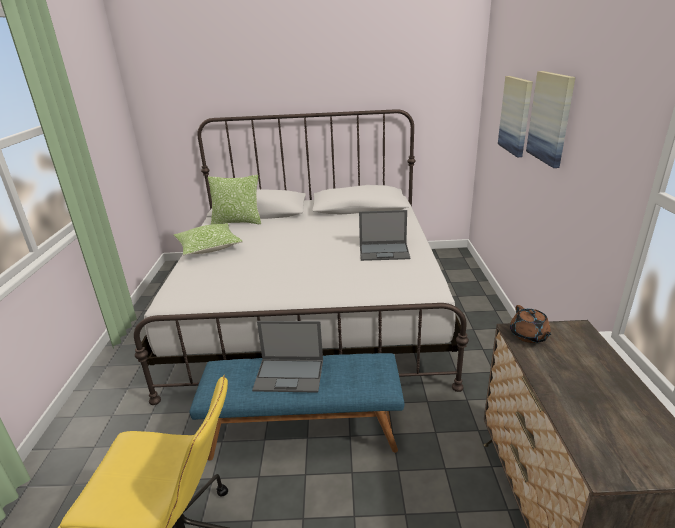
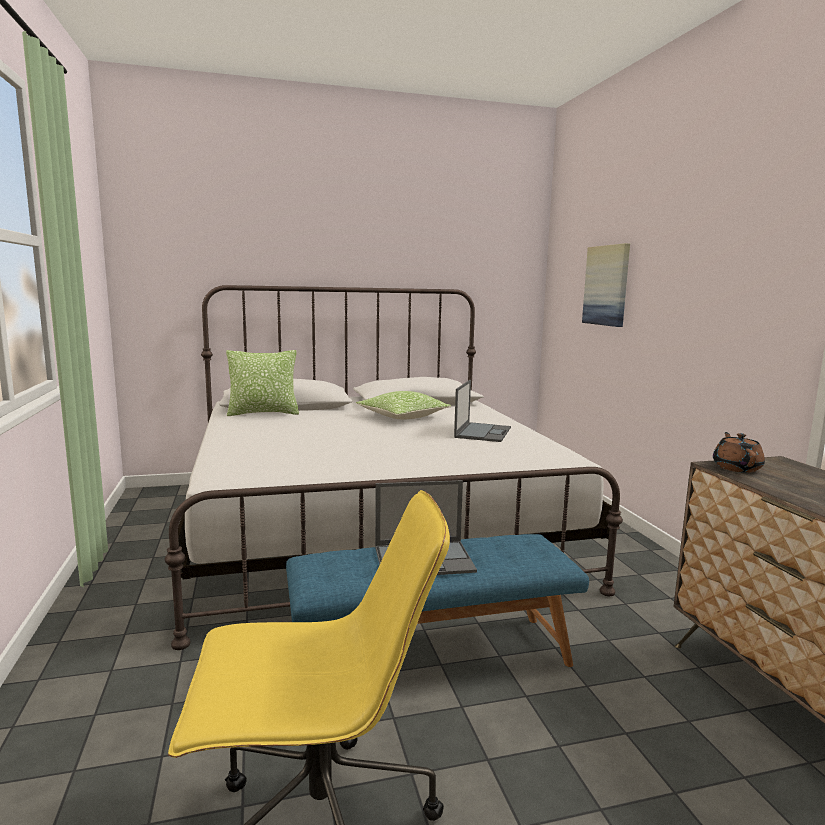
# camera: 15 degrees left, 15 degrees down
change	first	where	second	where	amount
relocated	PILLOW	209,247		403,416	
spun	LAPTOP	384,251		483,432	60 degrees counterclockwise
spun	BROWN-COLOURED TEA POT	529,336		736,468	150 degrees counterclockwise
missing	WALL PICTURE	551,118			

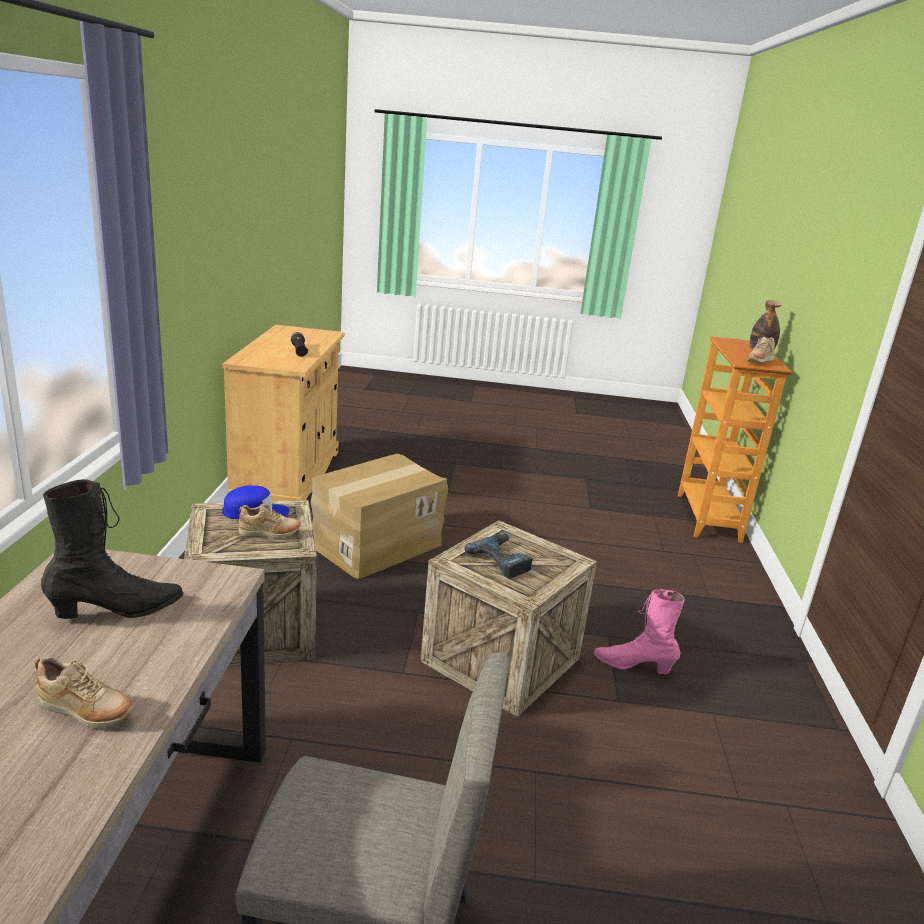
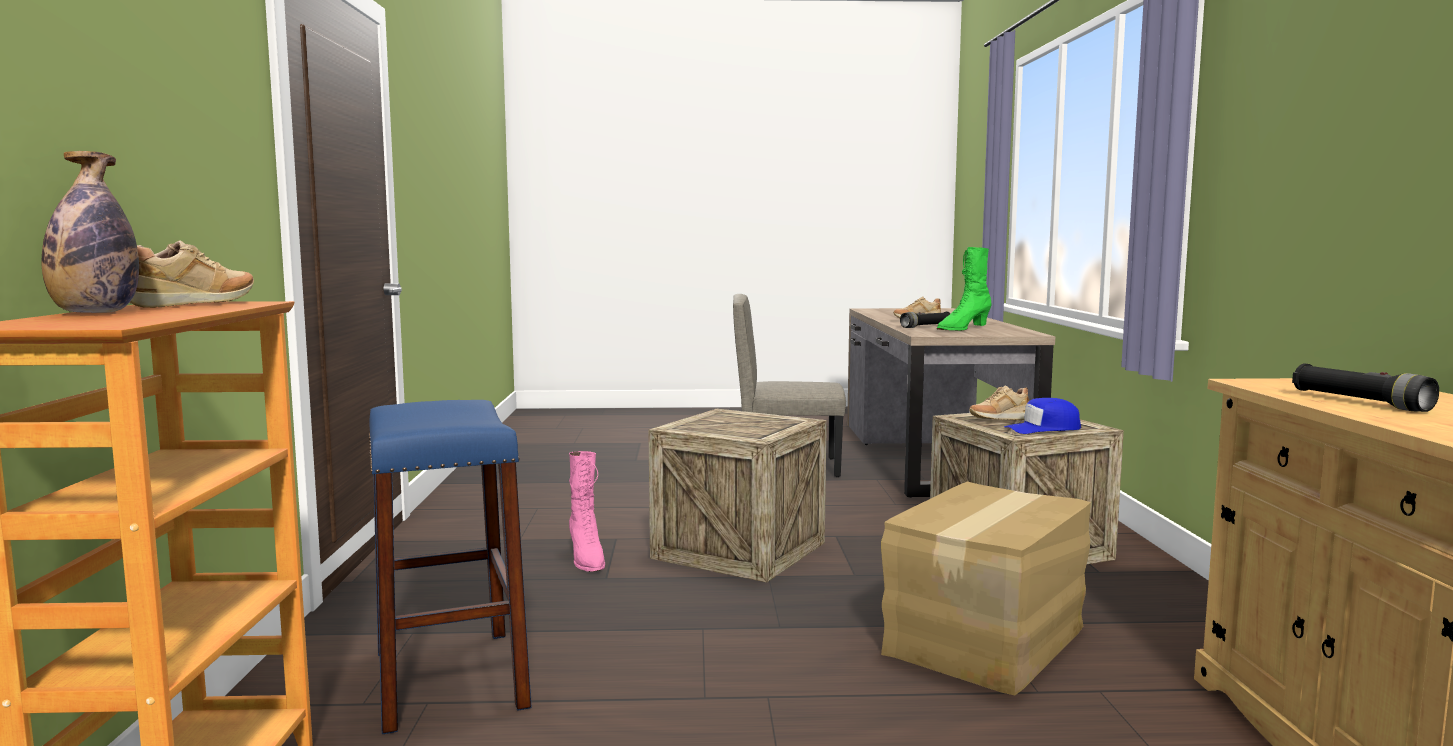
# camera: 175 degrees right, 15 degrees down
change	first	where	second	where	amount
colour	BLACK-COLOURED HIGH-TOP BOOT	117,610	GREENISH HIGH-TOP BOOT	962,329	
missing	DRILL	503,559			
spun	PINK HIGH-TOP BOOT	633,665		586,559	60 degrees clockwise
appeared			BLUE STOOL SEAT	450,678	
appeared			BLACK-COLOURED TORCH	926,327	

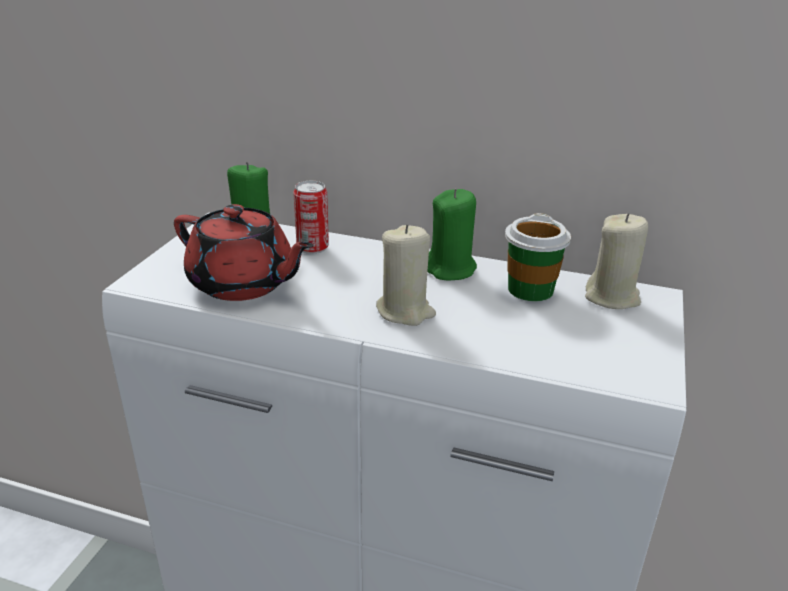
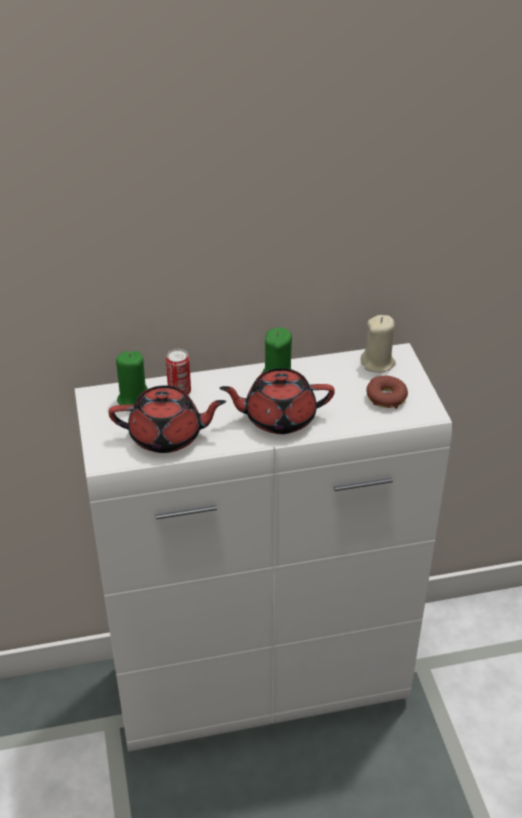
# camera: 30 degrees left, 10 degrees up
change	first	where	second	where	amount
exchanged	BEIGE CANDLE	405,311	RED-COLOURED TEA POT	278,417	
missing	DRINKING CUP	530,290			
appeared			DONUT	386,397	

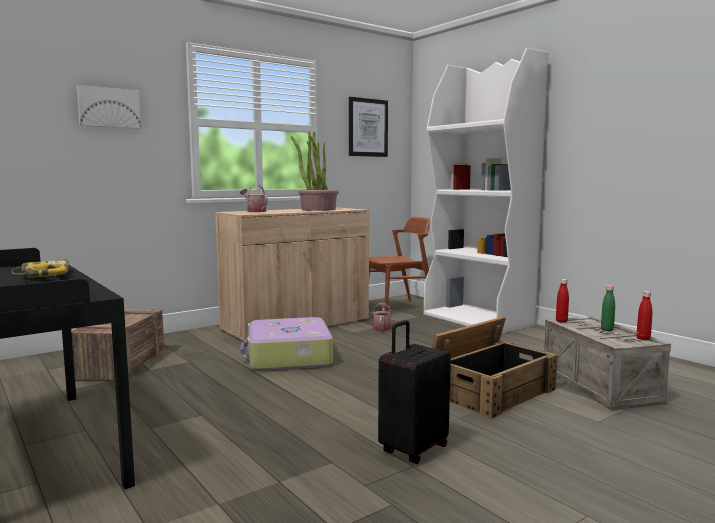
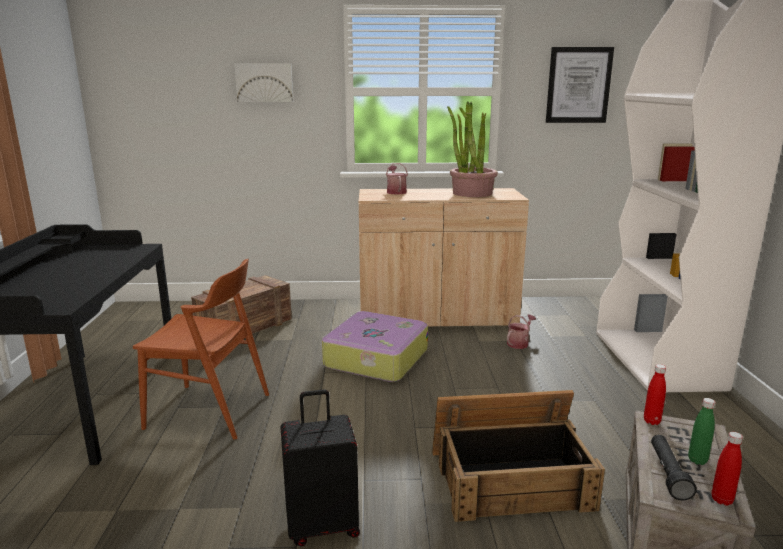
# camera: 35 degrees right, 10 degrees up
change	first	where	second	where	amount
missing	DRILL	44,276			
relocated	BROWN-COLOURED UPRIGHT CHAIR	398,307		209,411	
appeared			BLACK-COLOURED TORCH	668,473	

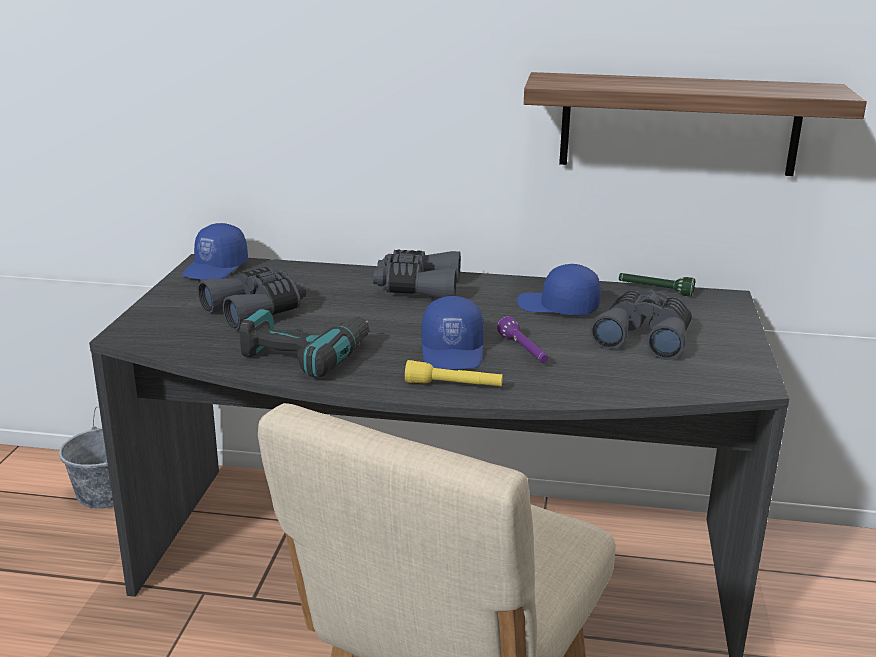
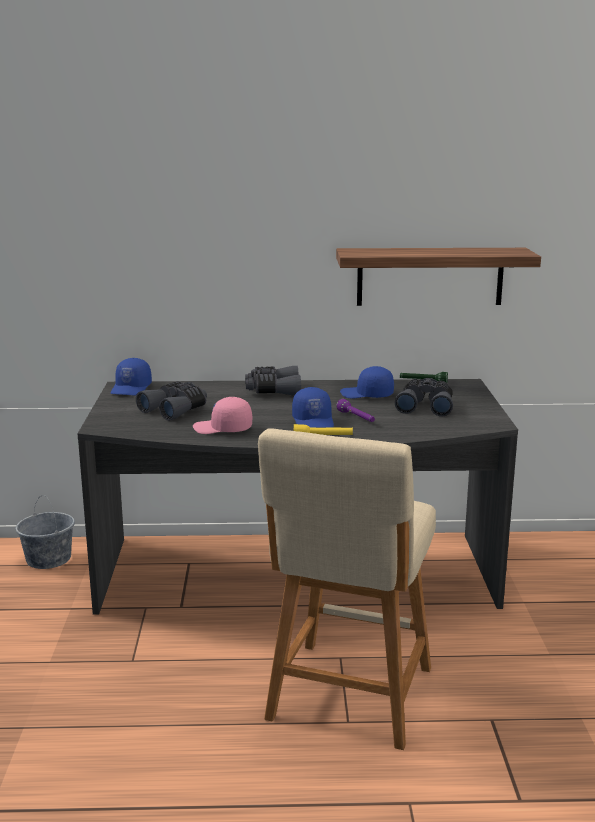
# camera: 10 degrees left, 5 degrees down
change	first	where	second	where	amount
exchanged	DRILL	305,354	PINK BASEBALL CAP	222,429	

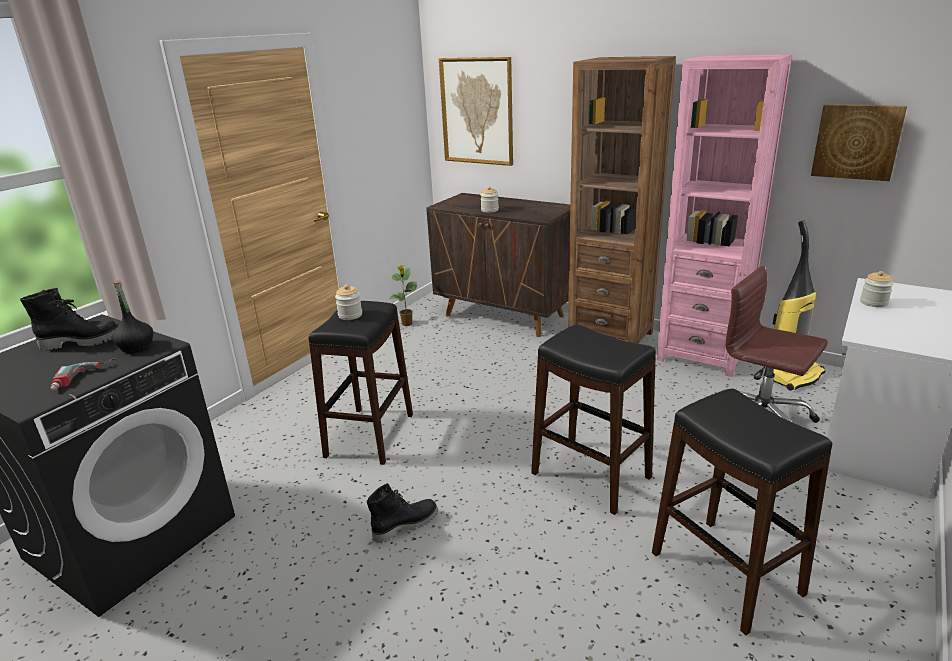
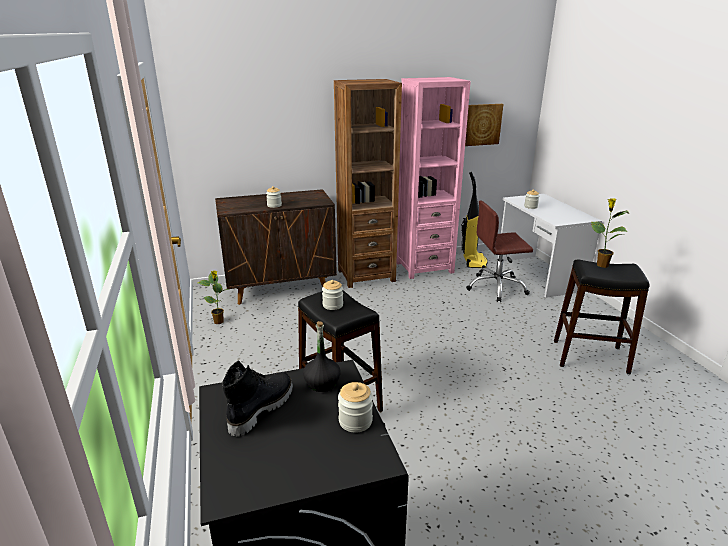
# camera: 50 degrees left, 0 degrees up
change	first	where	second	where	amount
exchanged	DRILL	85,378	PRESERVE JAR	355,421	
missing	BLACK-COLOURED HIGH-TOP BOOT	405,525			
missing	WALL PICTURE	477,111			
missing	BLACK-COLOURED STOOL SEAT	591,475			
appeared			HOUSEPLANT	601,265	

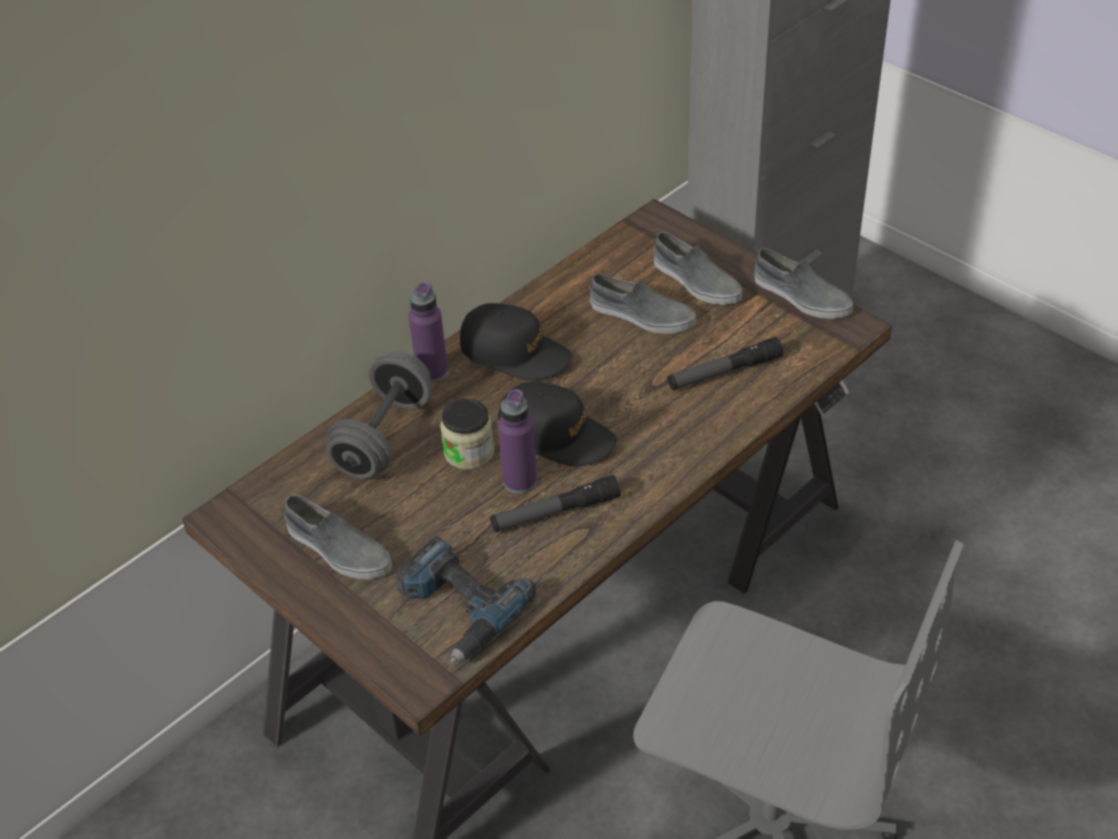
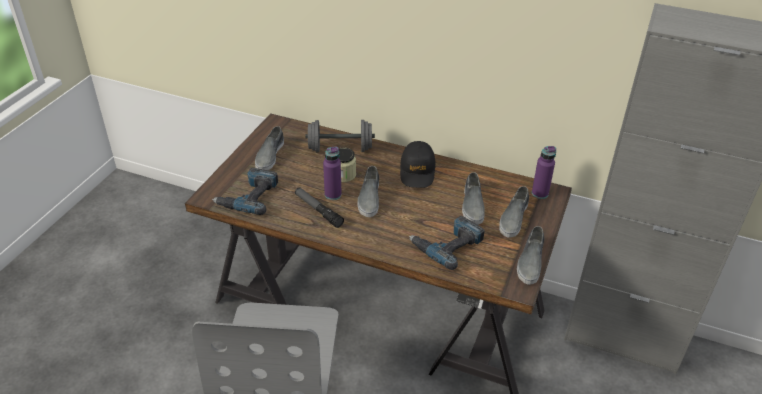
# camera: 65 degrees right, 5 degrees down
change	first	where	second	where	amount
relocated	PURPLE BOTTLE	432,372		540,193	
exchanged	BLACK-COLOURED BASEBALL CAP	556,434	GRAY ITEM OF FOOTWEAR	369,198	
exchanged	TORCH	724,372	DRILL	447,245	

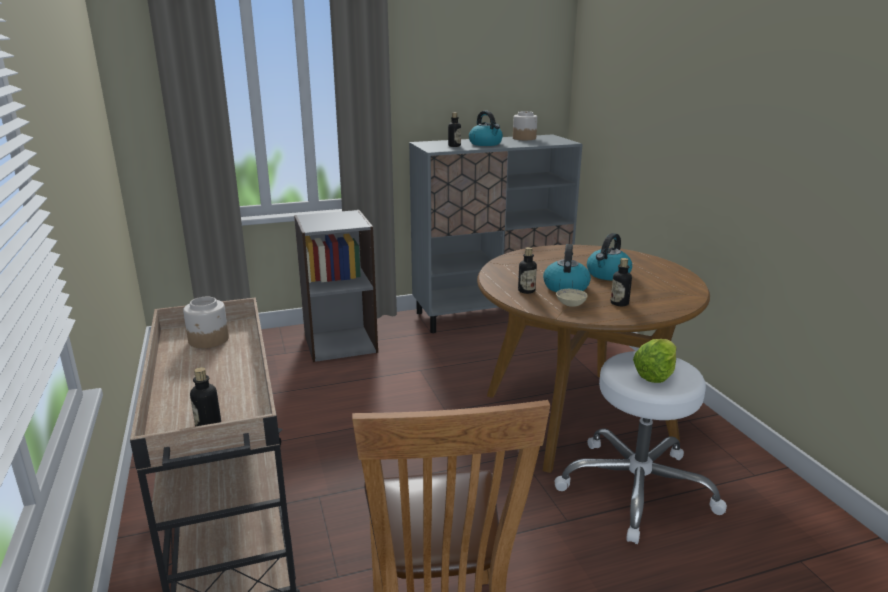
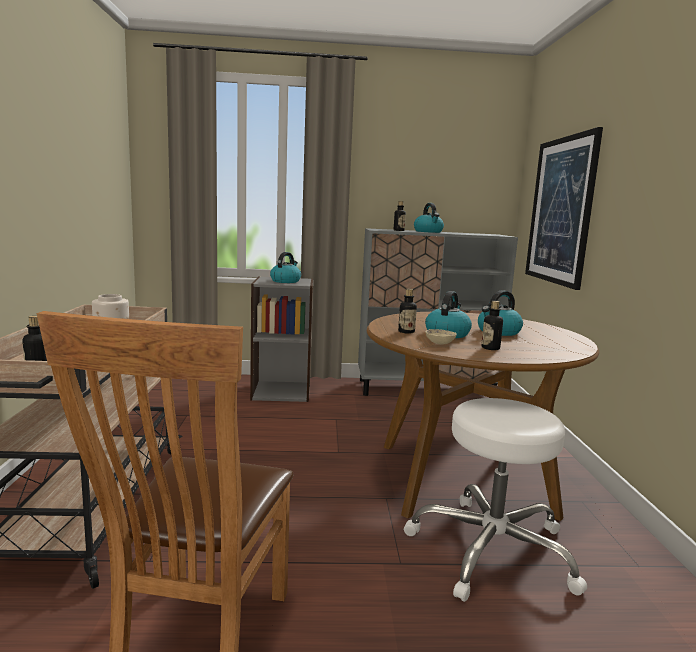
# camera: 15 degrees right, 10 degrees down
change	first	where	second	where	amount
missing	PRESERVE JAR	524,138			
missing	HEAD OF LETTUCE	655,375			
appeared			KETTLE	285,281	
appeared			WALL PICTURE	560,211	

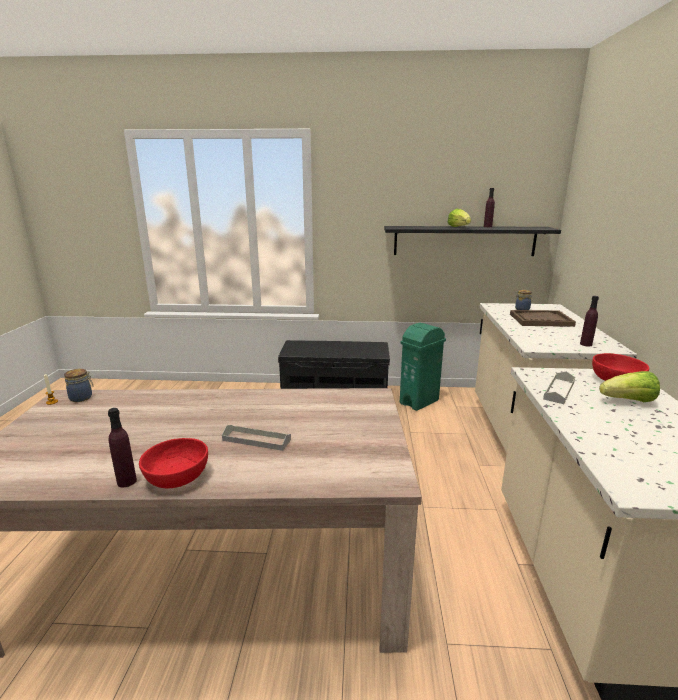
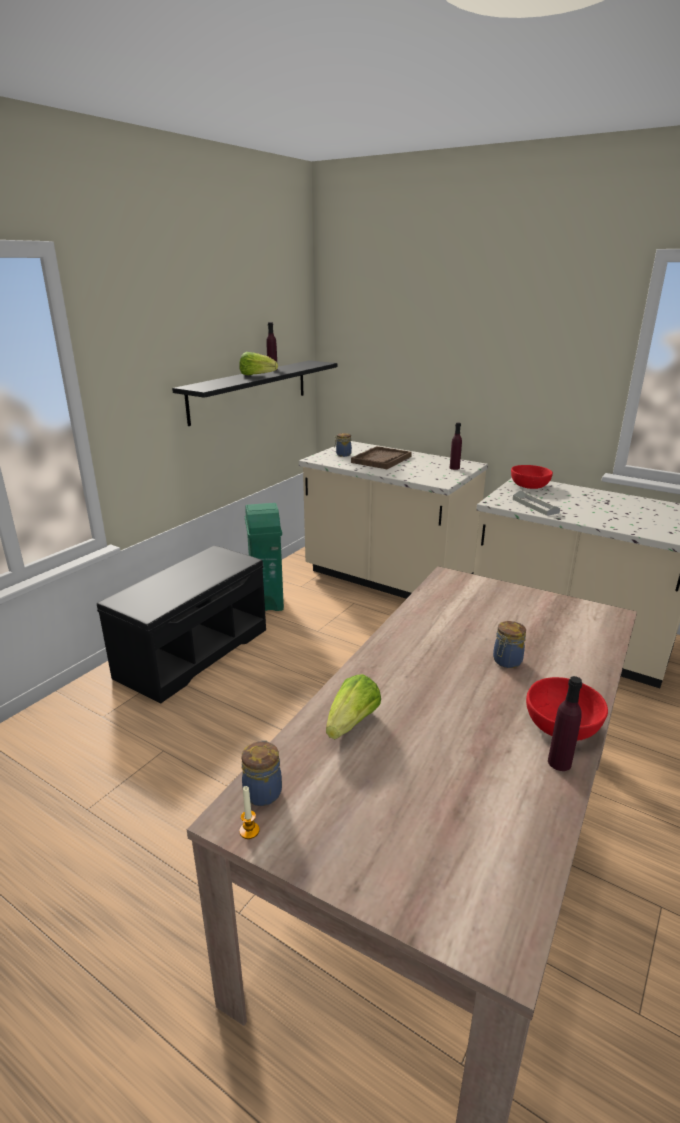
# camera: 60 degrees left, 5 degrees up
change	first	where	second	where	amount
exchanged	GRAY CARRYING TRAY	256,440	PRESERVE JAR	506,661	
relocated	HEAD OF LETTUCE	628,401		352,723	

